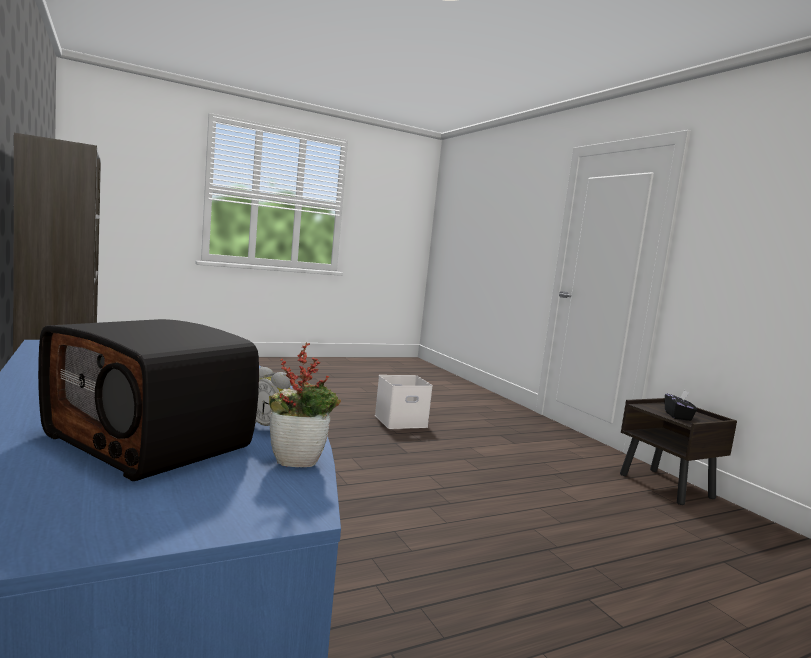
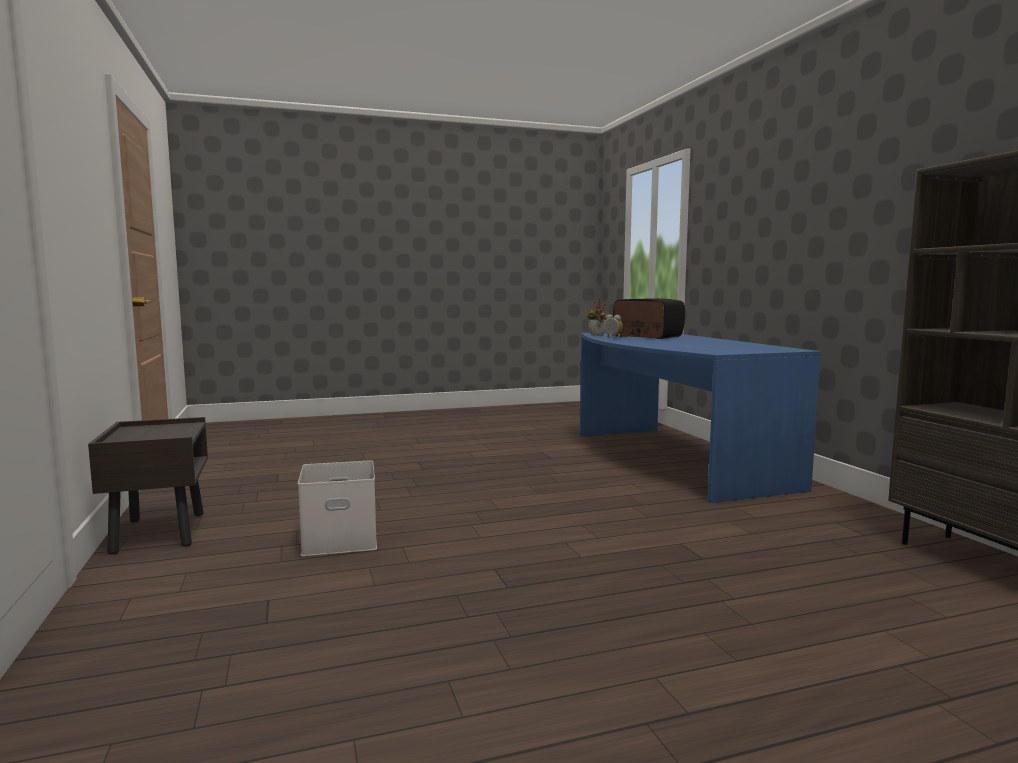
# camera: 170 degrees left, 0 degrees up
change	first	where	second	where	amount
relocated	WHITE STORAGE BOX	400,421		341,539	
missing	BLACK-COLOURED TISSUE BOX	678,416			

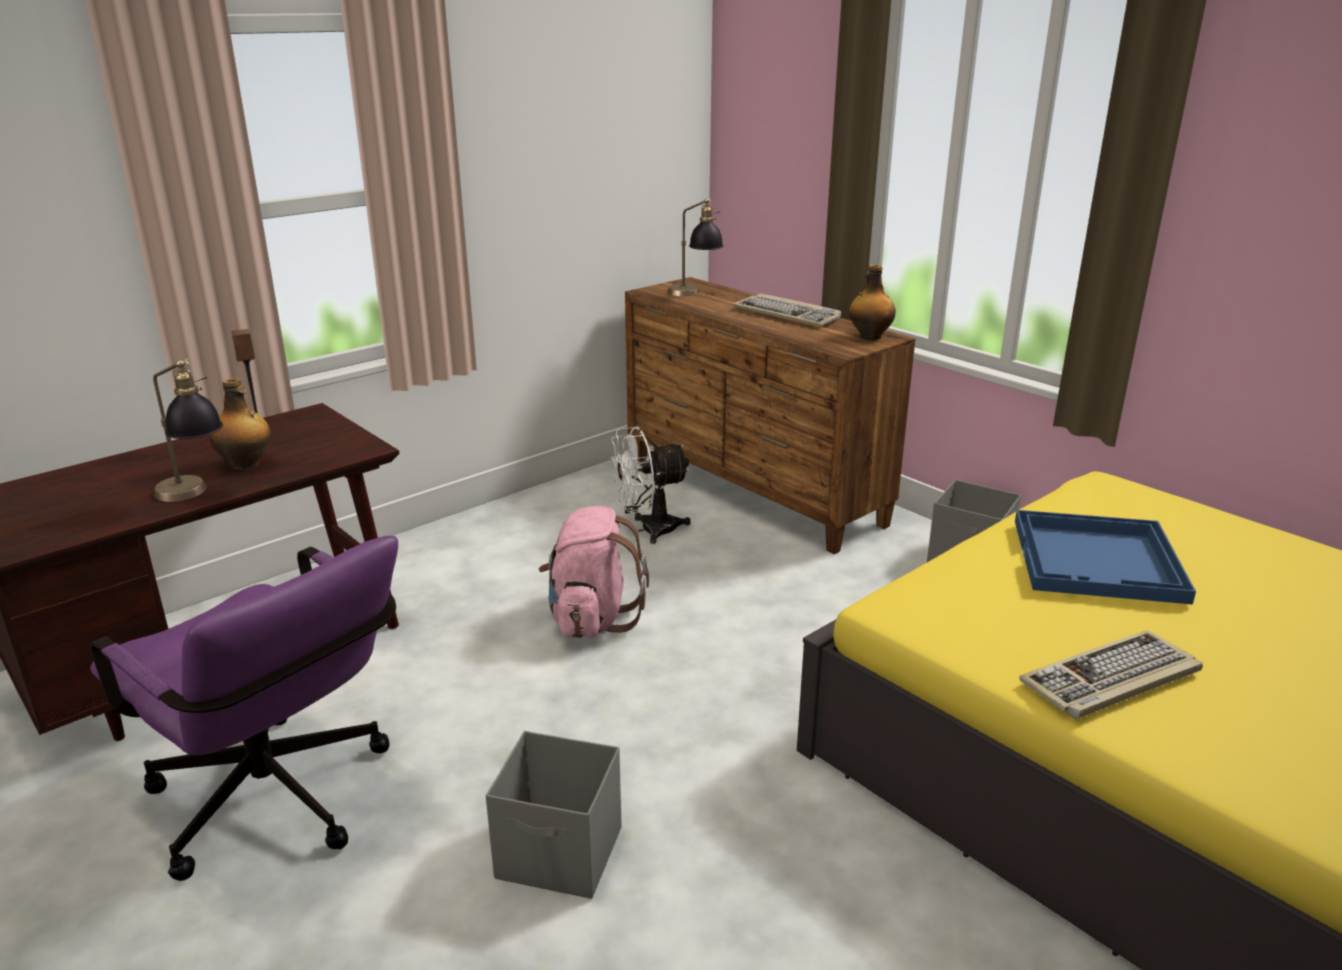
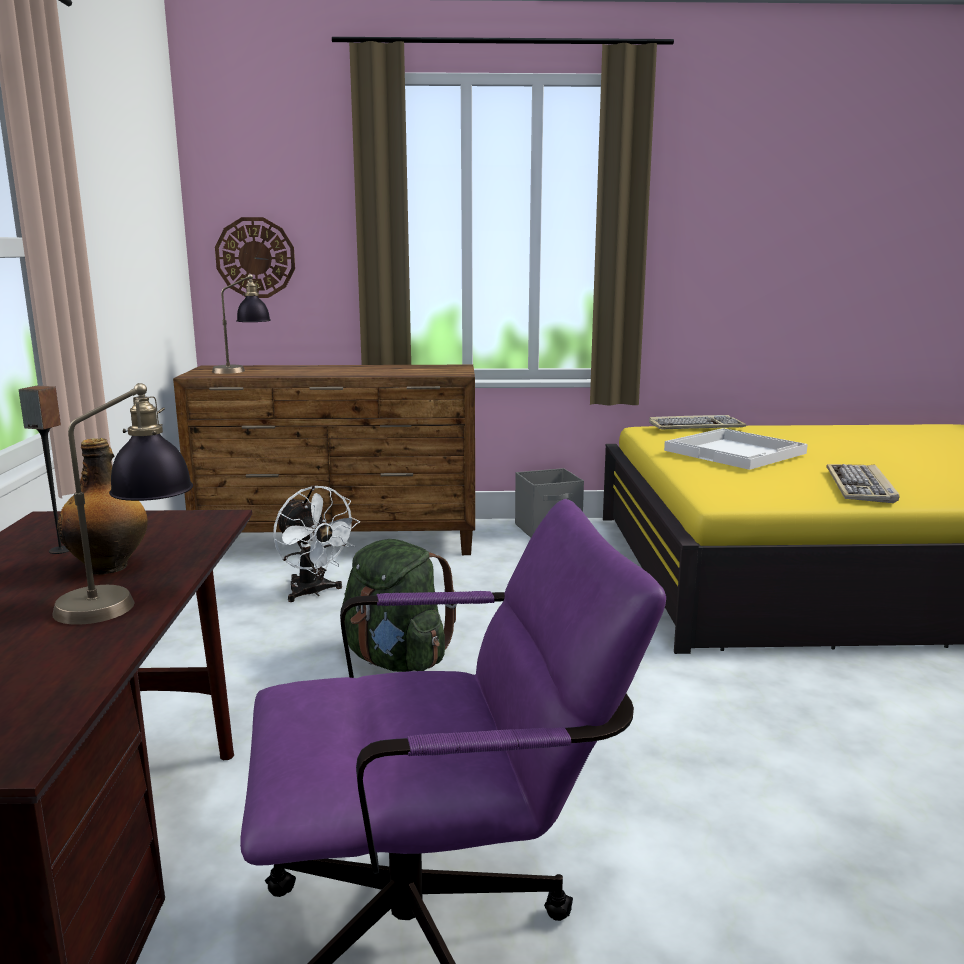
# camera: 50 degrees left, 10 degrees down
change	first	where	second	where	amount
missing	GRAY STORAGE BOX	561,854			
colour	PINK BACKPACK	591,619	GREENISH BACKPACK	396,660	
spun	WHITE ELECTRIC FAN	649,530		313,593	60 degrees counterclockwise
relocated	COMPUTER KEYBOARD	788,314		695,426	
missing	BOTTLE	869,336			
colour	BLUE CARRYING TRAY	1099,560	WHITE CARRYING TRAY	736,452	
appeared			CLOCK ON THE WALL	255,258	

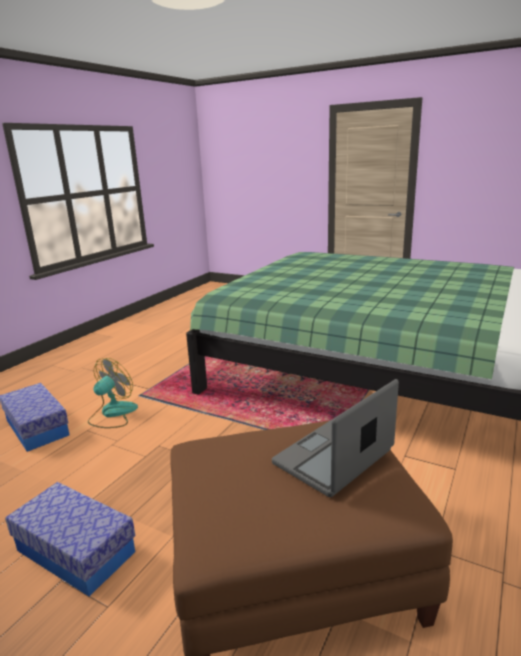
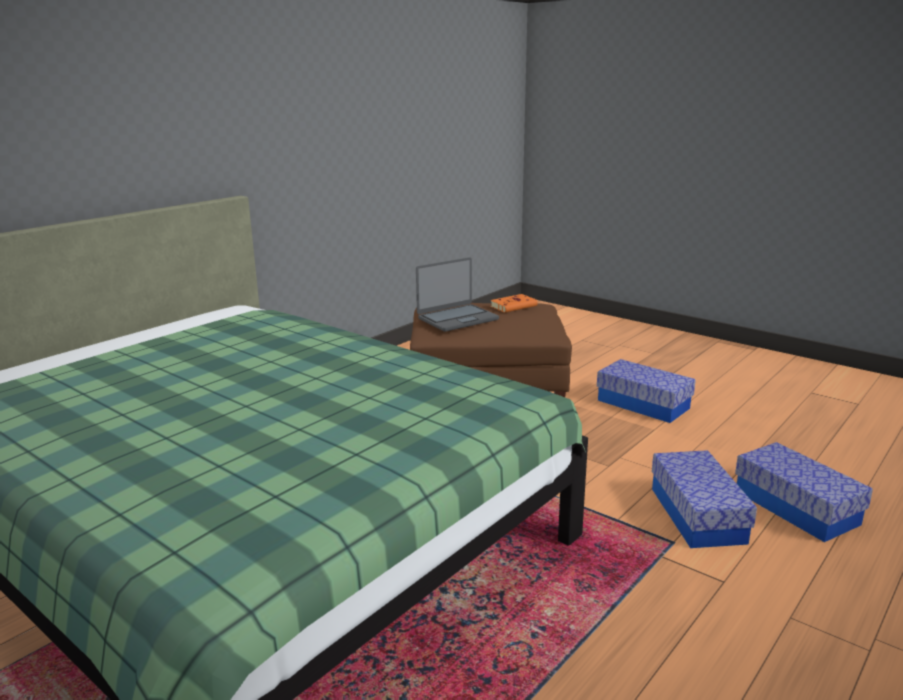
# camera: 170 degrees left, 0 degrees up
change	first	where	second	where	amount
exchanged	ELECTRIC FAN	112,414	STORAGE BOX	697,515	
appeared			ORANGE VOLUME	514,306	

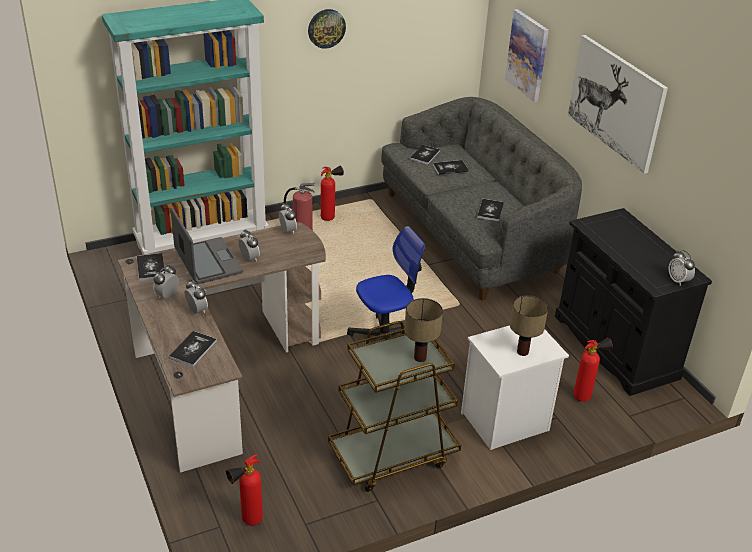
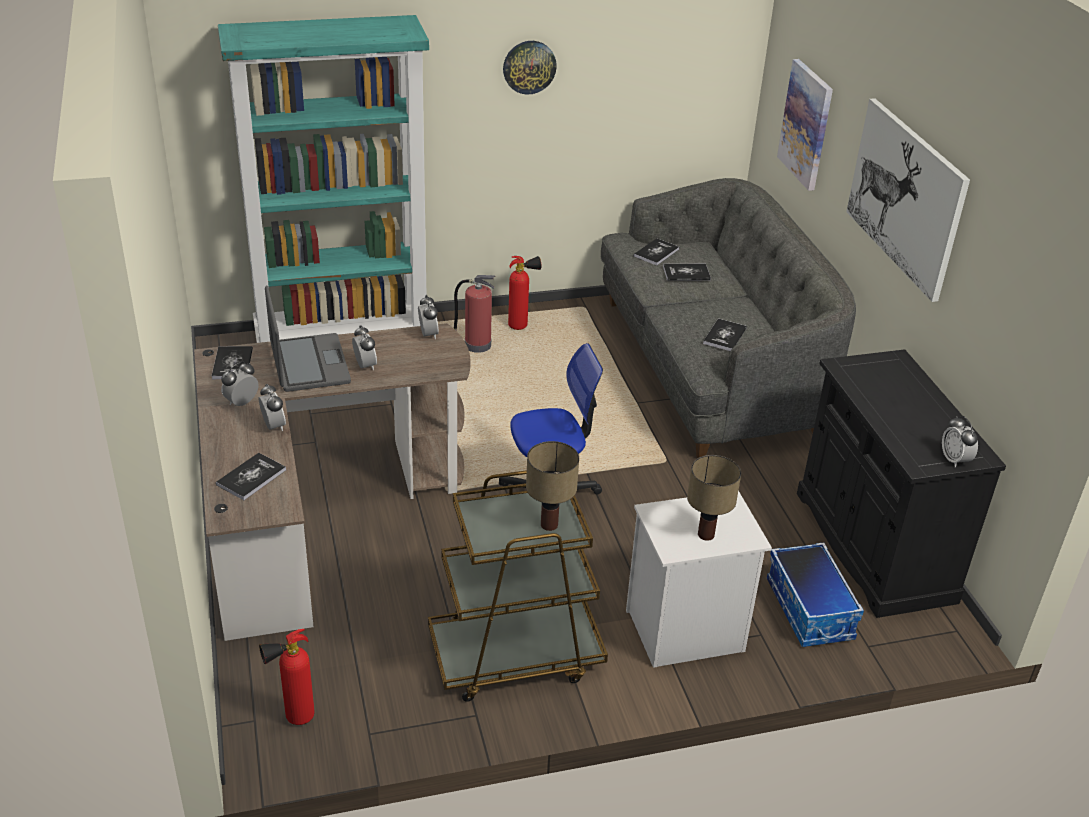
# camera: 10 degrees right, 0 degrees up
change	first	where	second	where	amount
exchanged	EXTINGUISHER	585,396	STORAGE BOX	810,610	

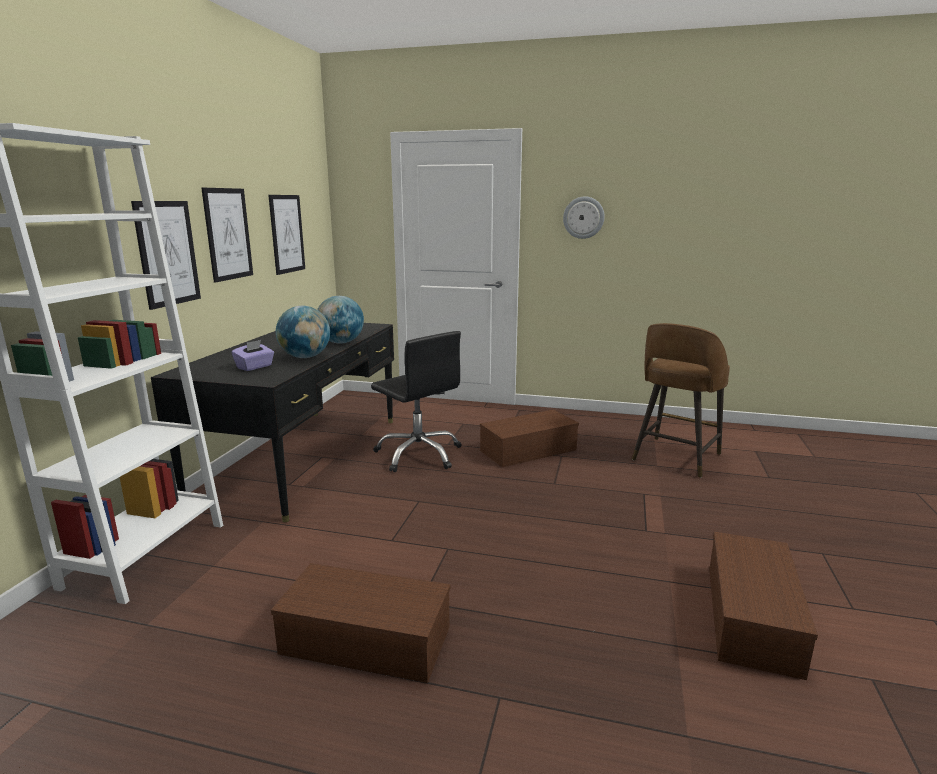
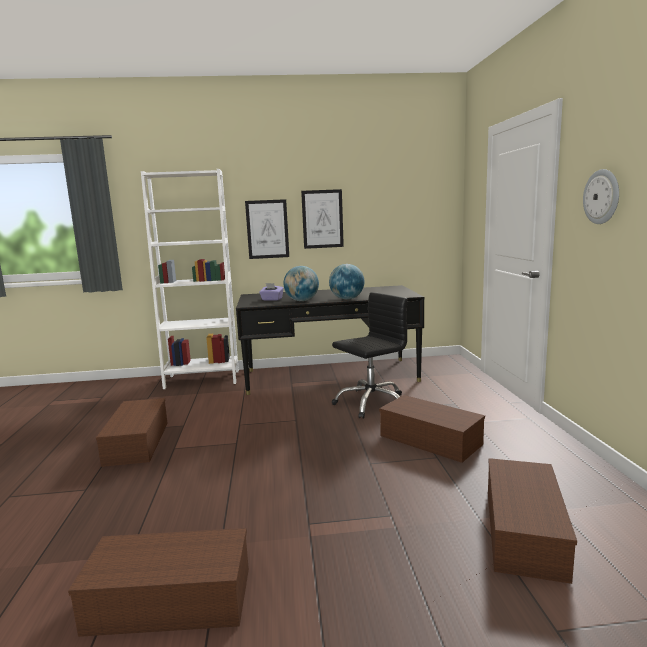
# camera: 70 degrees right, 5 degrees down
change	first	where	second	where	amount
missing	WALL PICTURE	287,234			
spun	BLACK-COLOURED DESK CHAIR	419,454		371,403	150 degrees counterclockwise
exchanged	BROWN-COLOURED STOOL SEAT	675,457	BROWN-COLOURED STORAGE BOX	522,530	

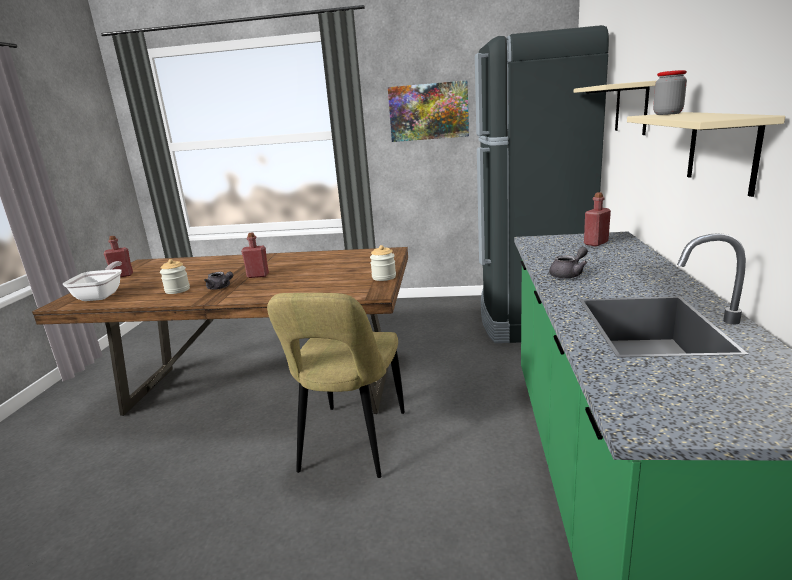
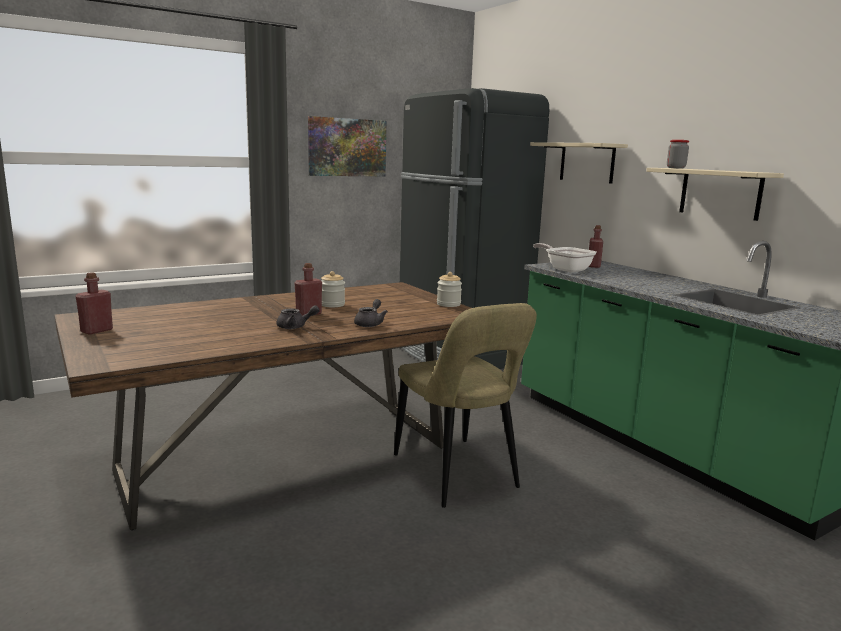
# camera: 40 degrees left, 5 degrees down
change	first	where	second	where	amount
relocated	SKILLET	102,295		565,269	
relocated	PRESERVE JAR	177,290		332,304	
relocated	GRAY TEA POT	569,274		370,324	

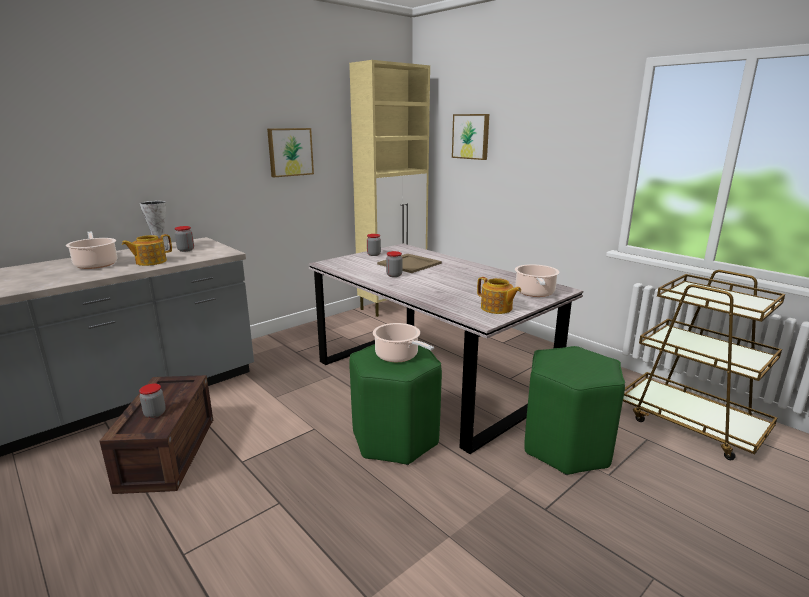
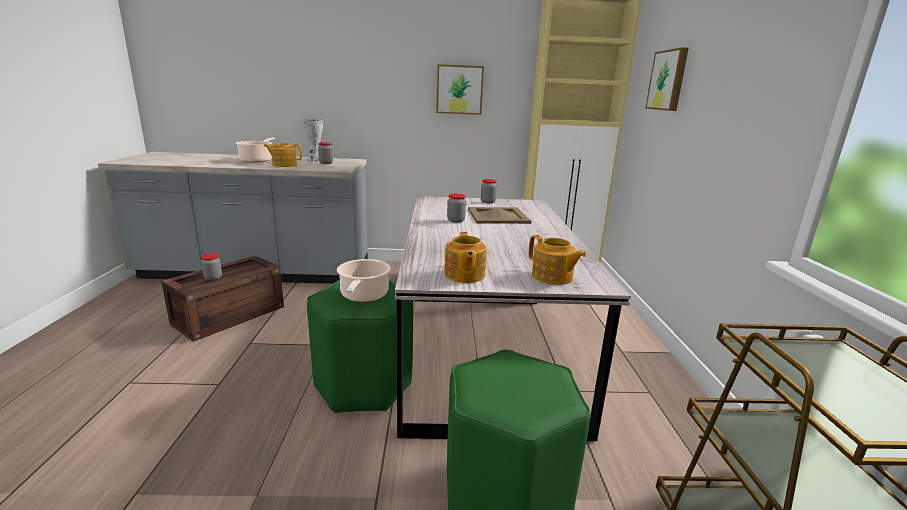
# camera: 40 degrees right, 0 degrees up
change	first	where	second	where	amount
exchanged	STOCKPOT	535,293	TEA POT	552,277	

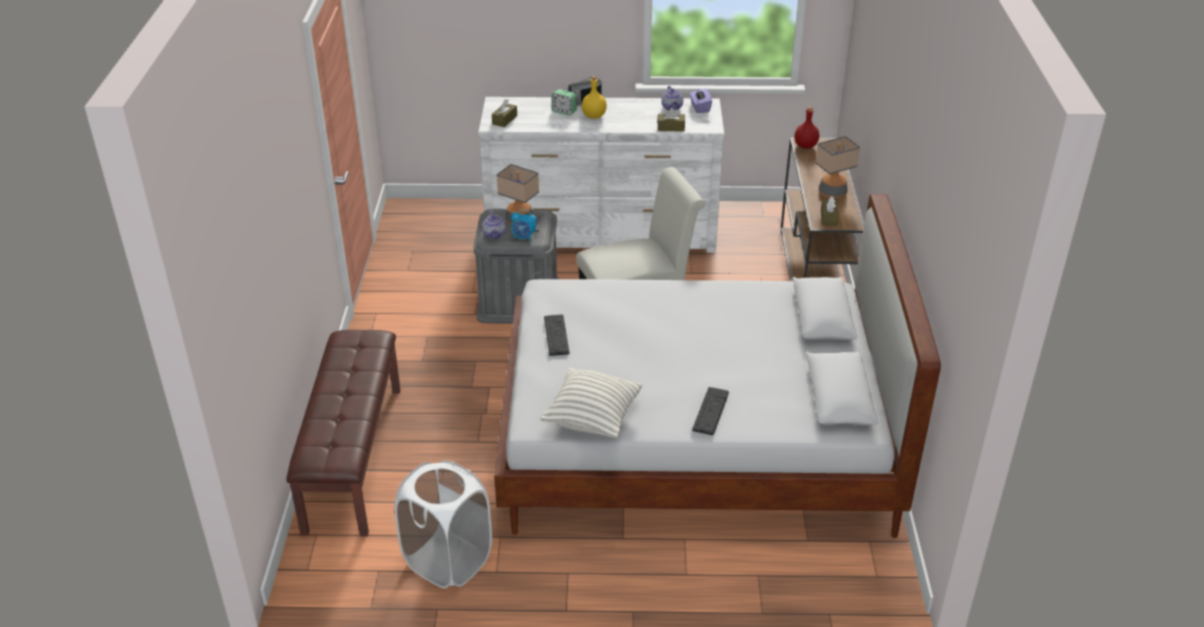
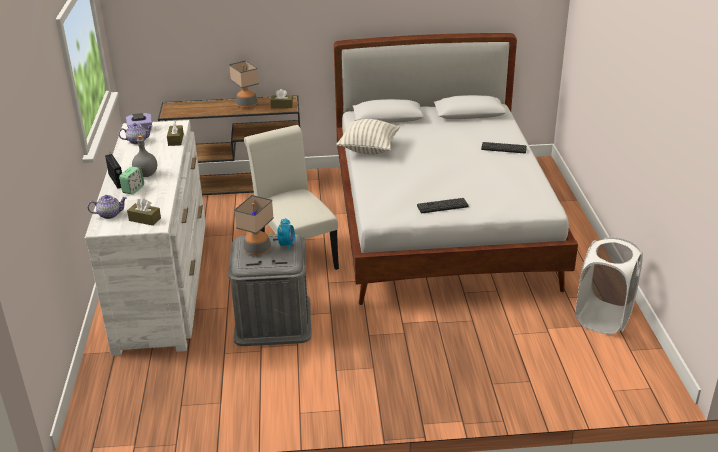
# camera: 95 degrees left, 5 degrees down
change	first	where	second	where	amount
missing	BROWN-COLOURED BENCH	352,457			
relocated	TEA POT	494,235		110,214	
relocated	PILLOW	592,419		369,149	
colour	YELLOW BOTTLE	594,116	GRAY BOTTLE	146,174	
missing	RED-COLOURED BOTTLE	806,146			

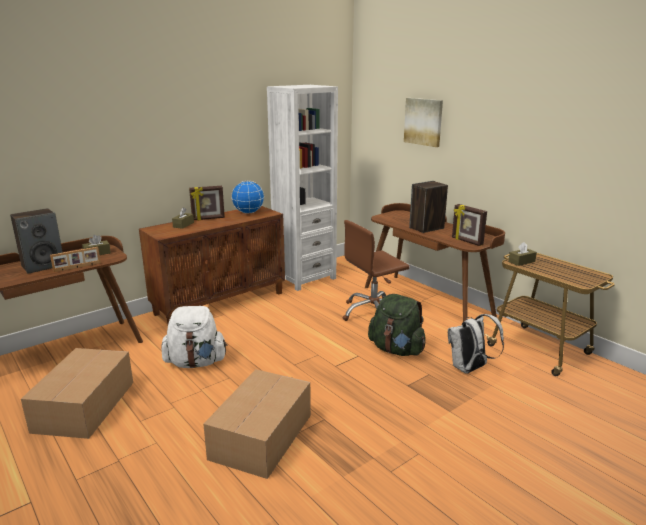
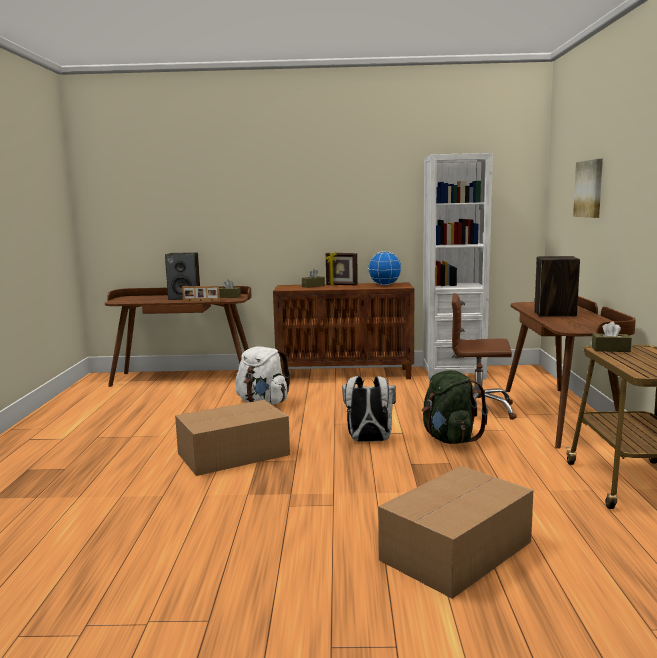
# camera: 40 degrees right, 10 degrees down
change	first	where	second	where	amount
relocated	CARDBOARD BOX	83,407		454,551	
relocated	WHITE BACKPACK	469,369		368,441	
missing	PICTURE FRAME	466,241			

